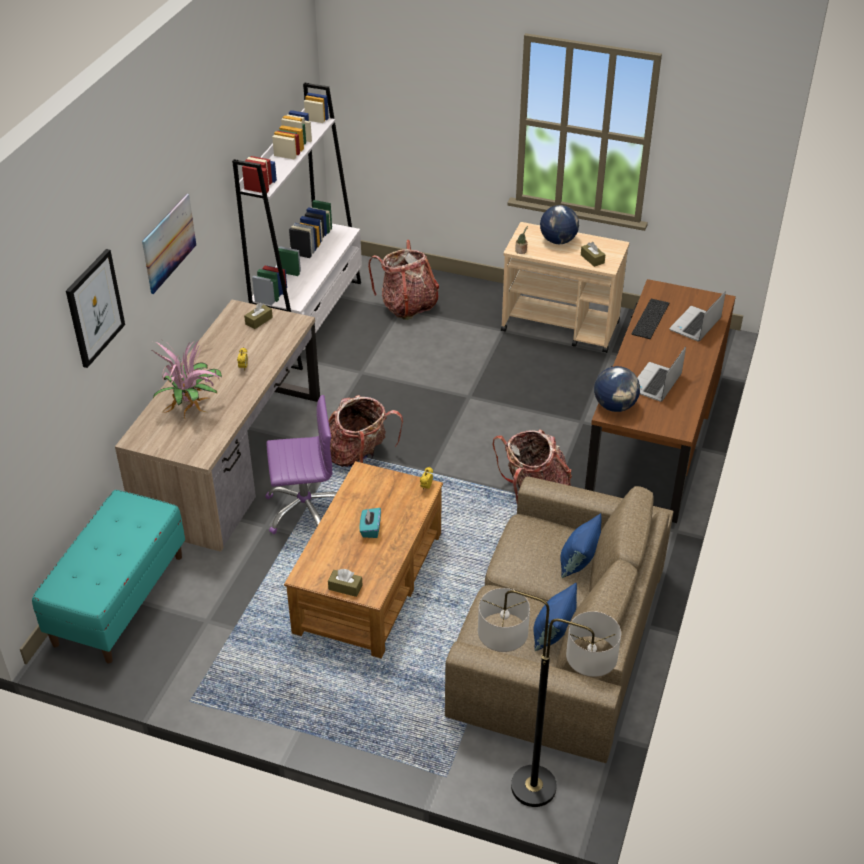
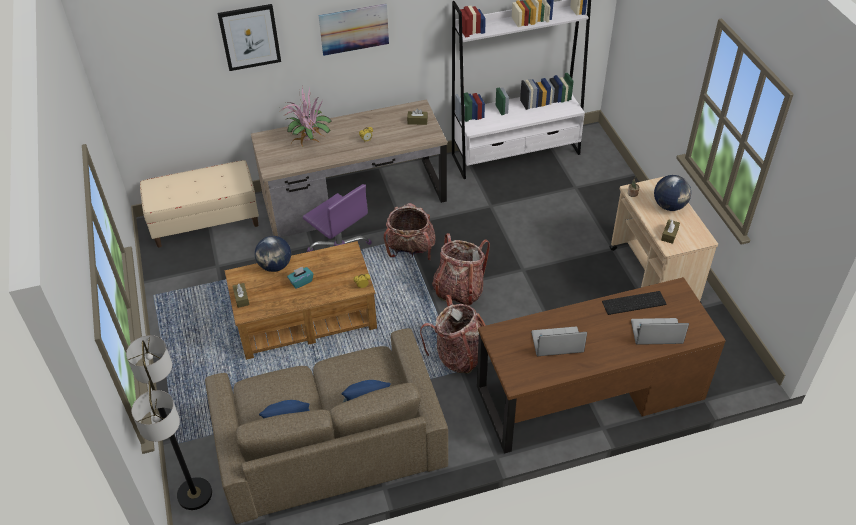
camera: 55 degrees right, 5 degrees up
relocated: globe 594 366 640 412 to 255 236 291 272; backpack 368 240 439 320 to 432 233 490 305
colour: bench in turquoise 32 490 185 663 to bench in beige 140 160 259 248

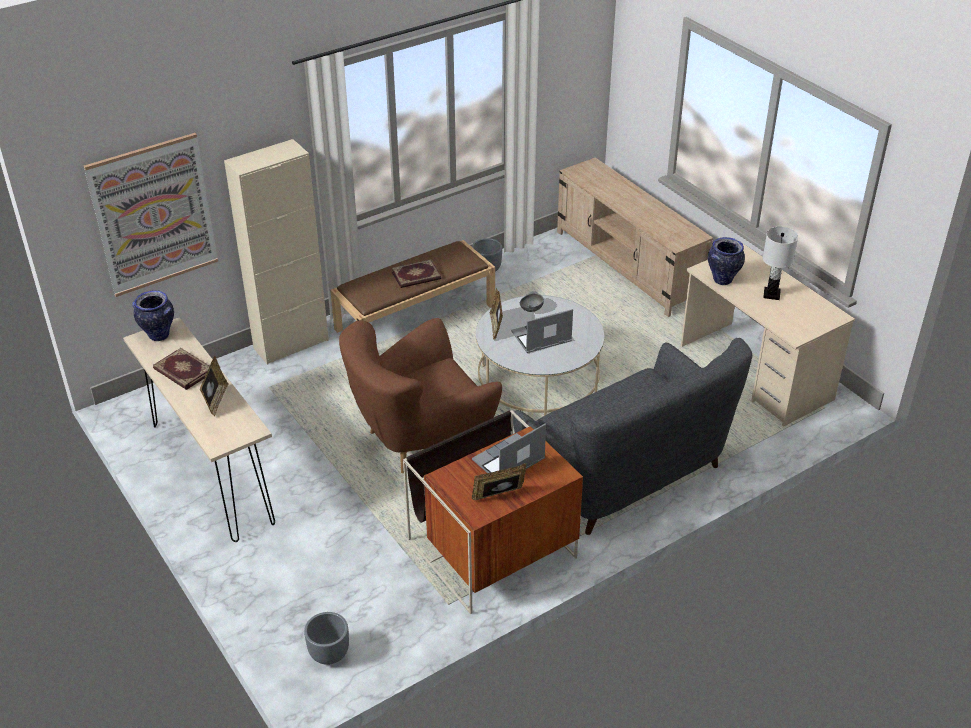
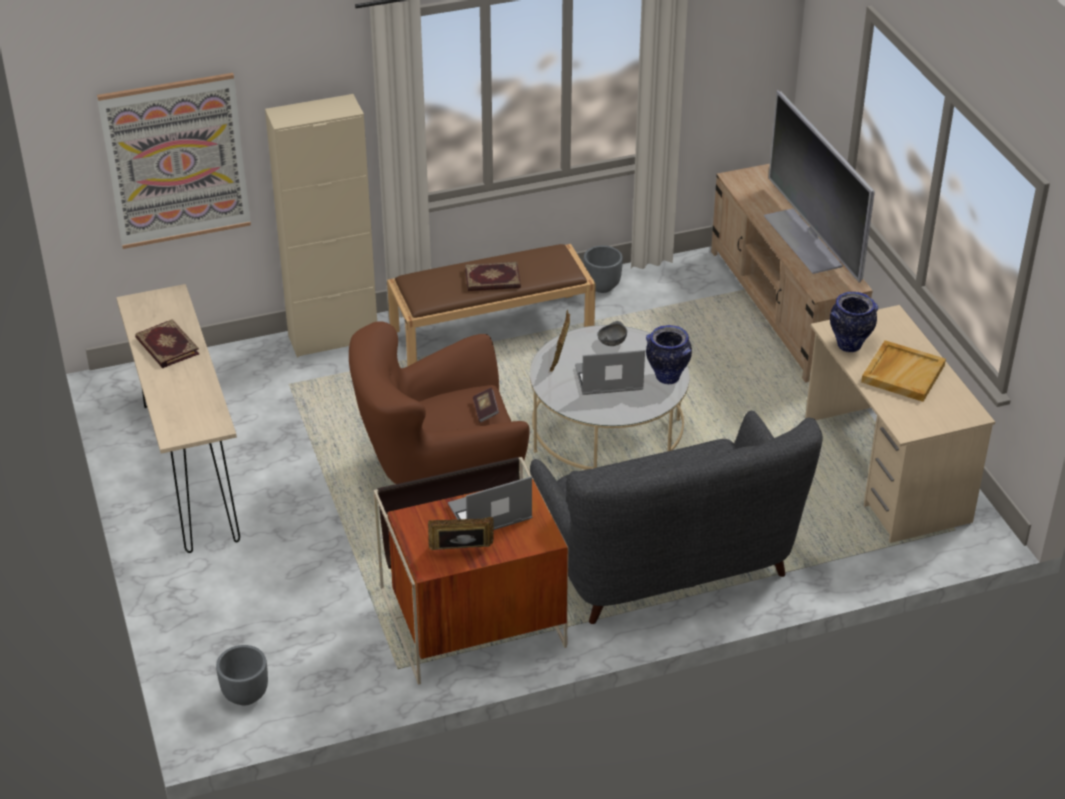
camera: 15 degrees right, 0 degrees up
missing: picture frame 200 356 229 416
appeared: book 473 387 499 423; television 764 90 875 283
relocated: vase 132 291 174 341 to 646 325 692 384
exchanged: table lamp in white 763 227 798 300 to tray in beige 861 340 946 402

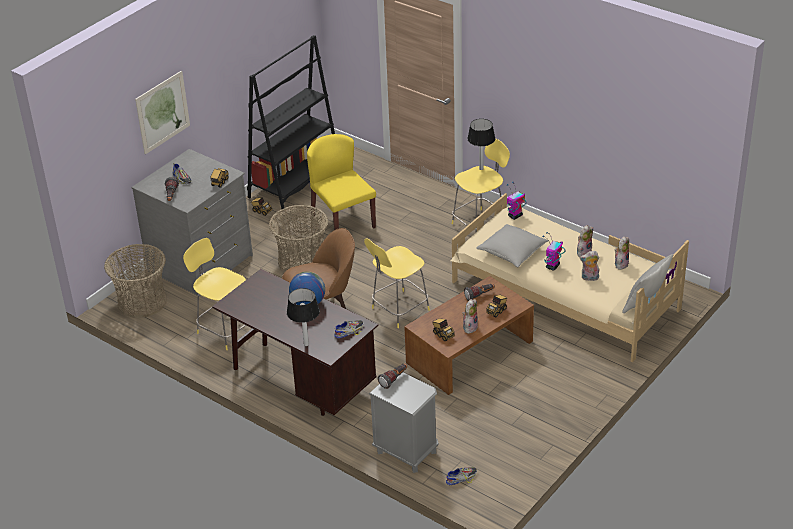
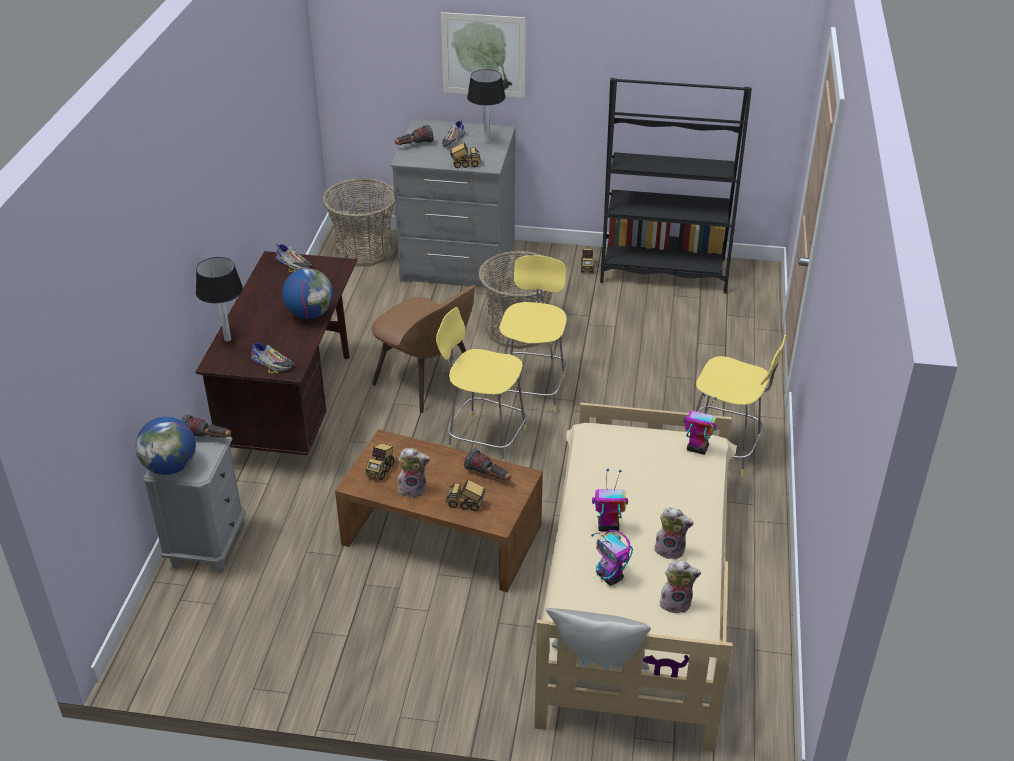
camera: 60 degrees right, 0 degrees up
missing: chair in yellow 307 134 376 230; pillow in grey 476 224 548 267
appeared: globe 136 417 196 475
relocated: shoe 446 467 477 485 to 276 244 311 272; table lamp 467 119 495 170 to 467 69 506 144; stool in yellow 183 238 246 350 to 499 255 567 412
exchanged: plush toy 580 251 599 281 to toy robot 591 530 633 586

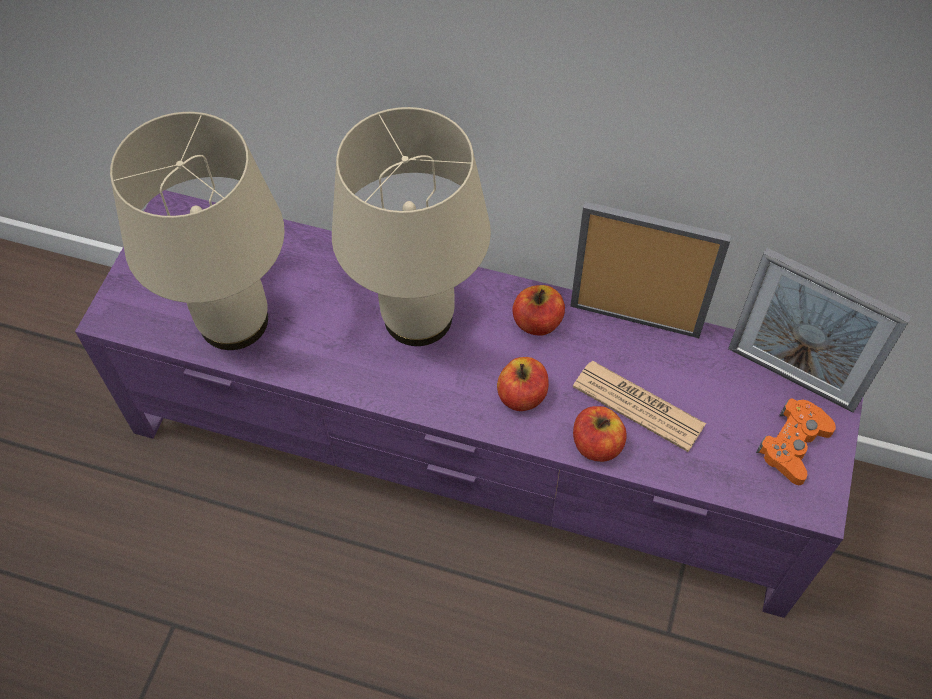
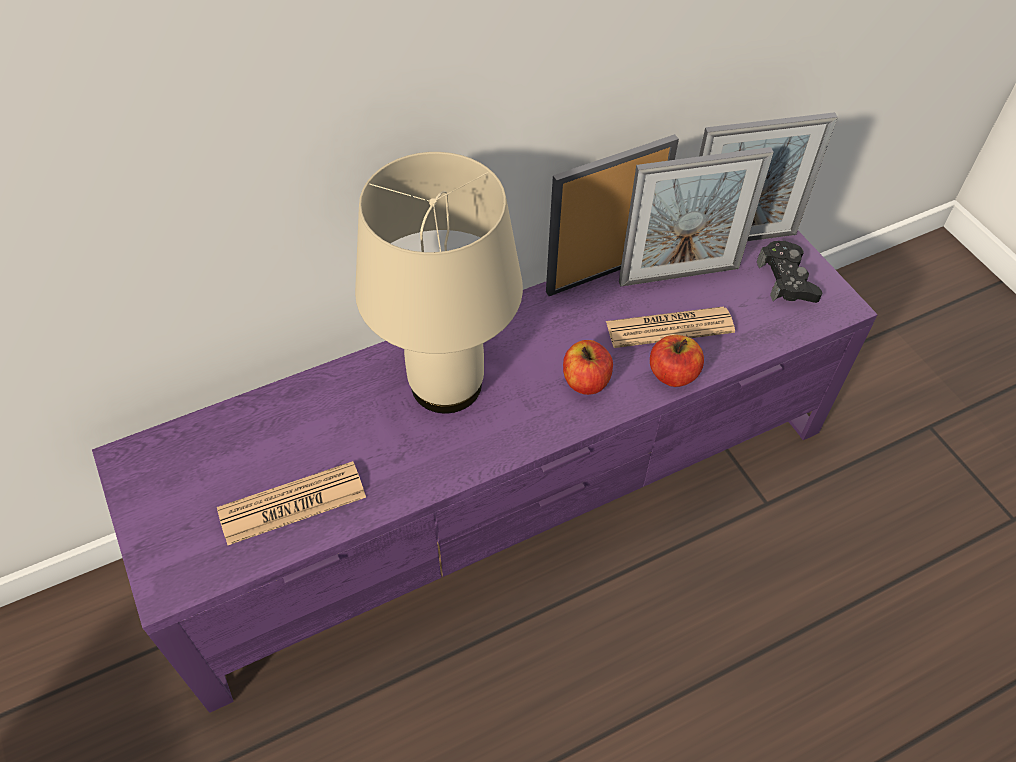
camera: 45 degrees left, 5 degrees down
missing: apple 512 285 565 336
appeared: picture frame 619 147 774 287
exchanged: table lamp in beige 110 112 285 350 to newspaper 217 461 366 545
colour: game controller in orange 756 398 836 485 to game controller in black 757 241 822 303

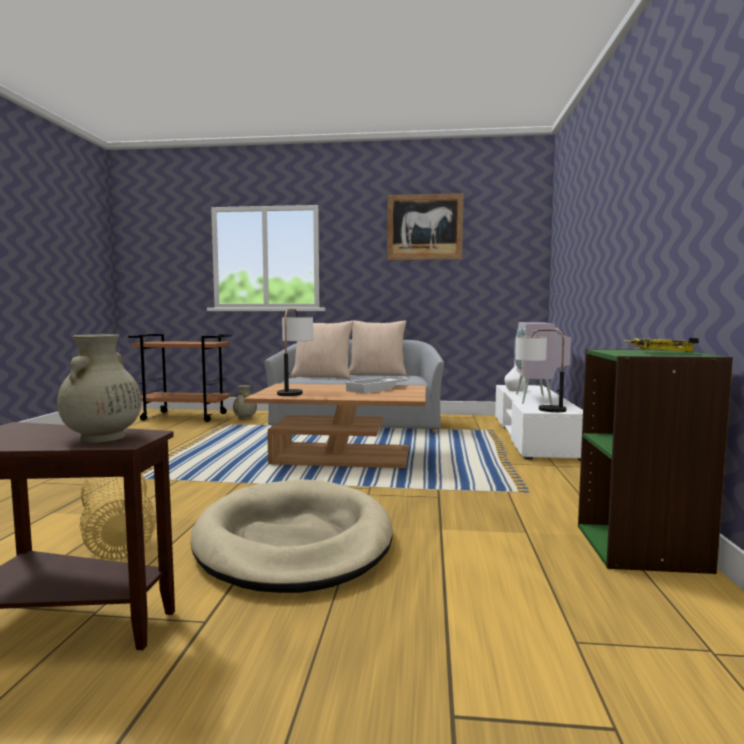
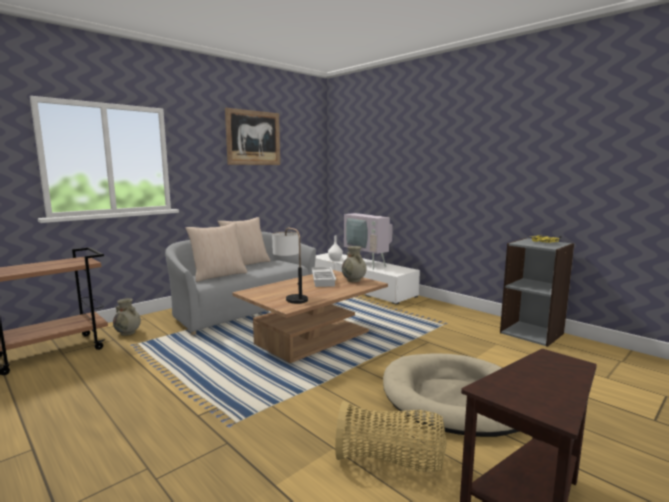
camera: 50 degrees left, 5 degrees up
missing: table lamp 515 329 566 412
relocated: vase in beige 57 334 142 443 to 342 246 366 282
colour: bookcase in green 578 349 733 574 to bookcase in grey 500 238 574 347

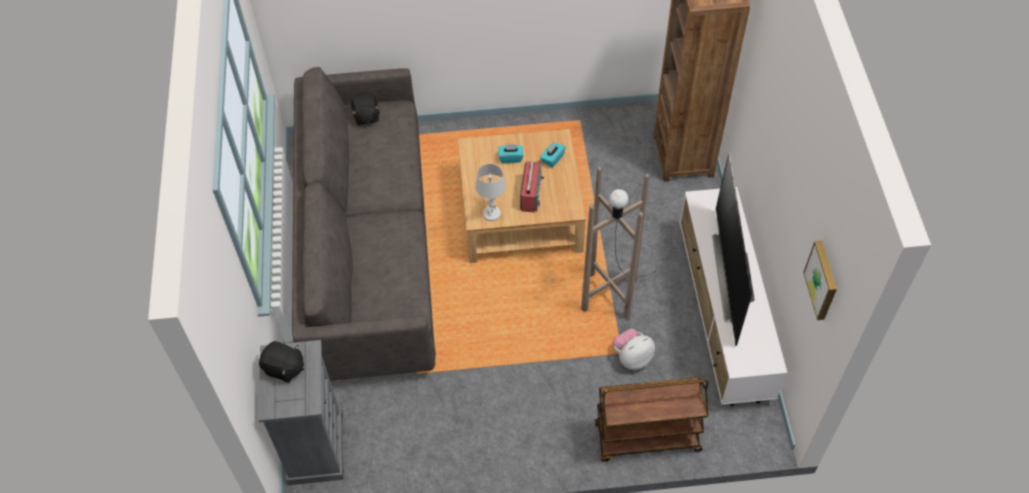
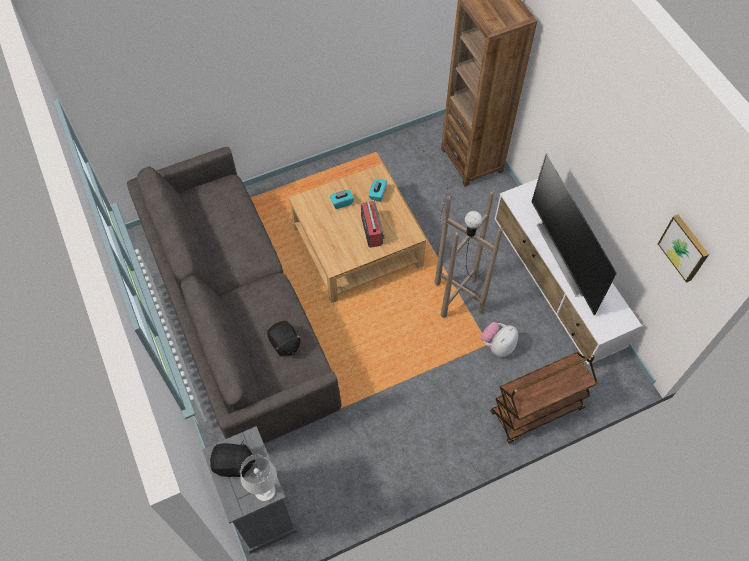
camera: 20 degrees left, 5 degrees up
relocated: table lamp in white 475 164 506 221 to 240 455 277 502; plush toy in black 351 92 380 125 to 267 321 301 357

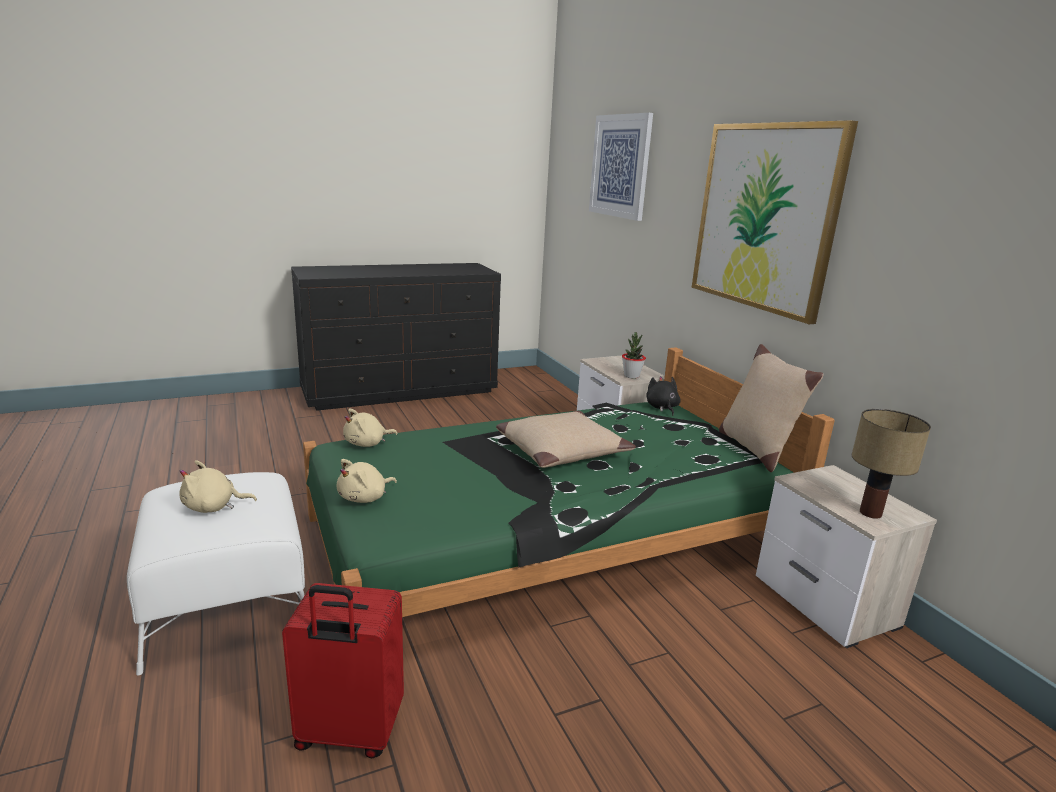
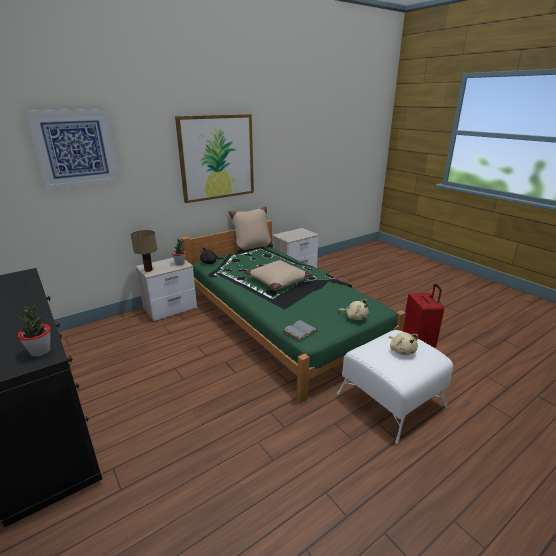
camera: 100 degrees left, 5 degrees up
appeared: potted plant 18 305 50 357
relocated: table lamp 852 409 931 519 to 131 230 157 272
exchanged: plush toy in beige 343 409 398 447 to book in grey 283 320 318 341

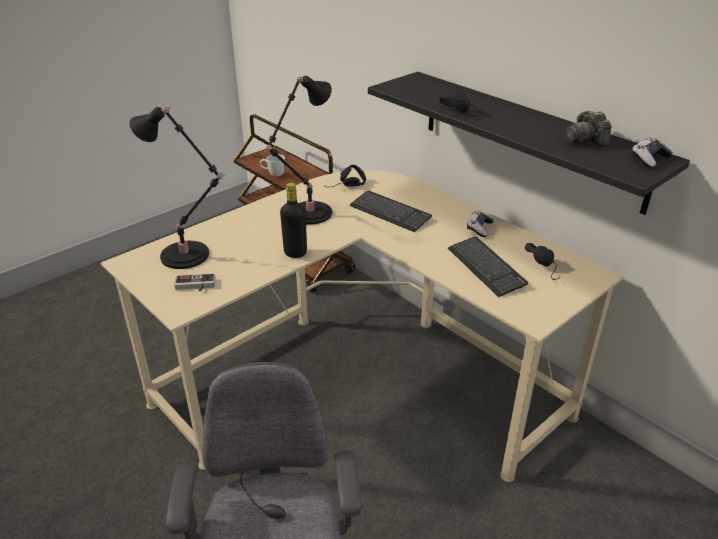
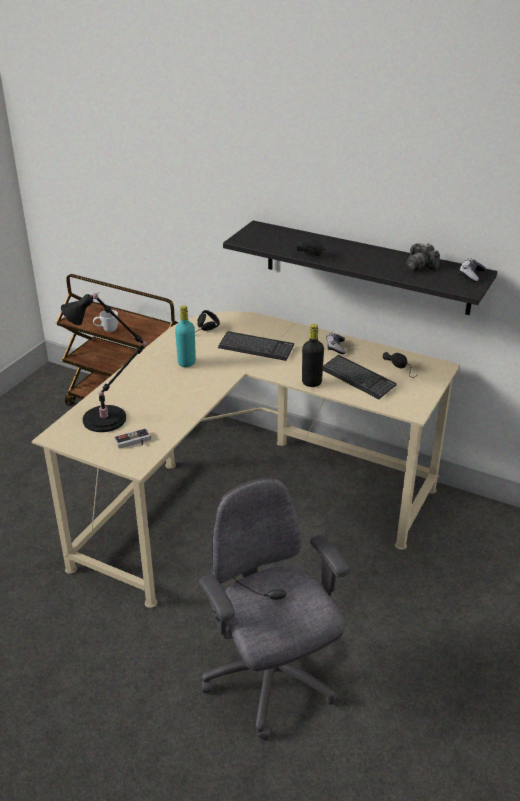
camera: 20 degrees left, 0 degrees up
relocated: bottle in black 280 183 307 258 to 302 324 324 387
exchanged: table lamp in black 266 76 332 225 to bottle in turquoise 175 305 196 367

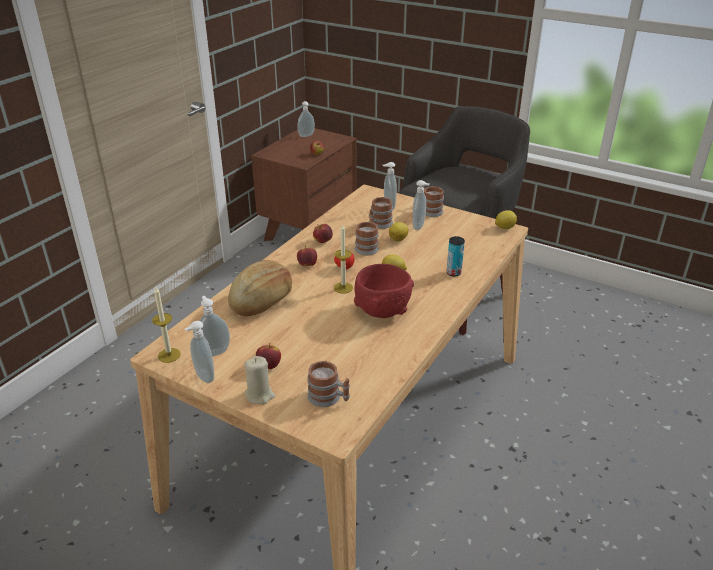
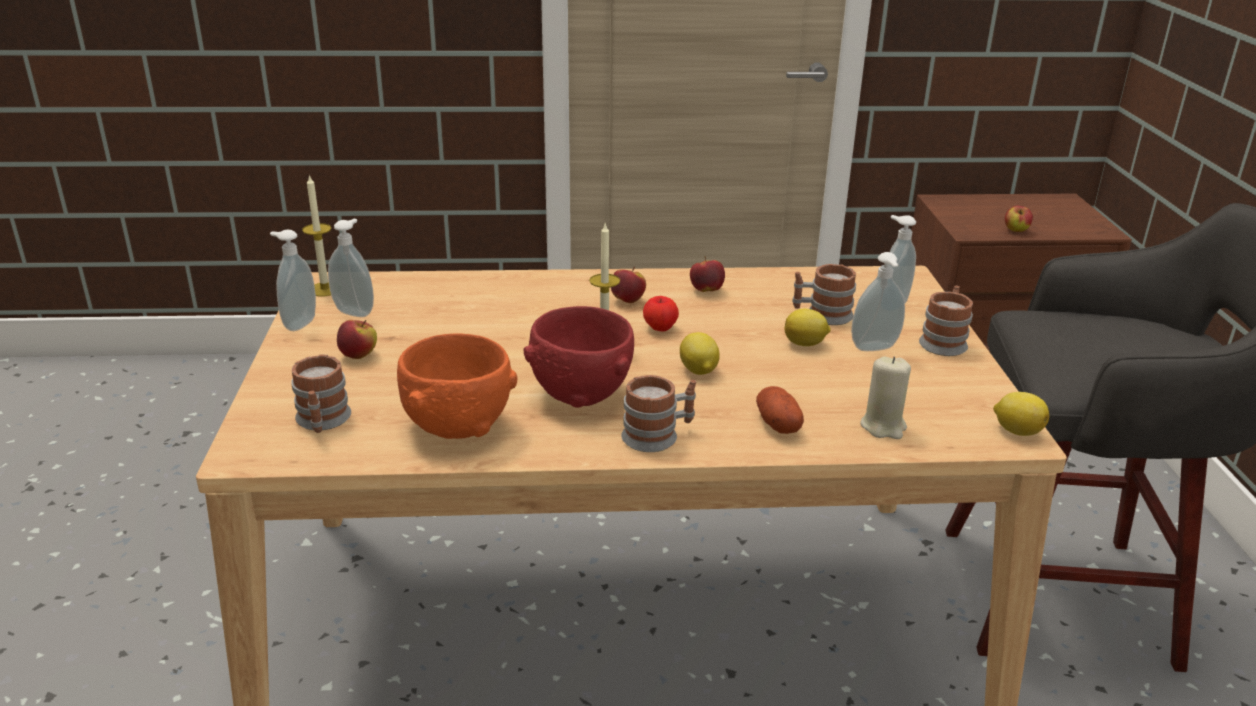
camera: 55 degrees right, 5 degrees down
missing: bread 228 260 292 316; soap dispenser 297 101 315 137
appeared: bowl in orange 397 334 517 439
relocated: mug 355 217 379 255 to 621 375 696 452; candle in beige 244 356 275 405 to 861 357 911 439
exchanged: can 447 236 465 277 to potato 756 386 804 434

